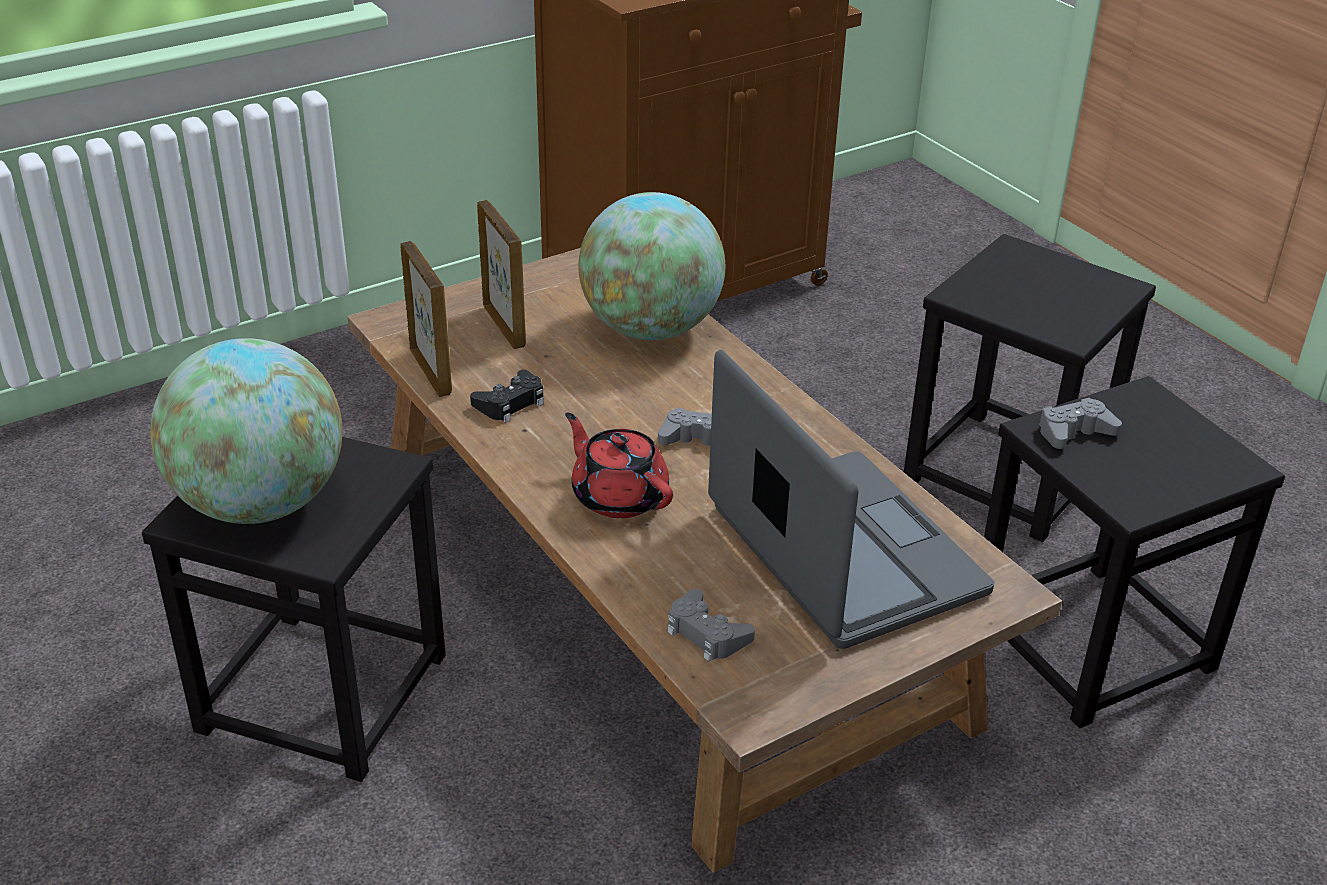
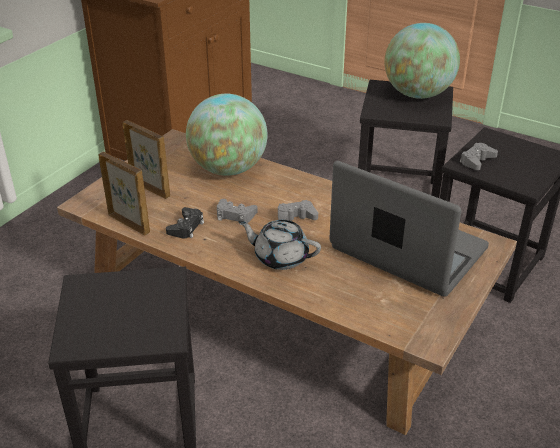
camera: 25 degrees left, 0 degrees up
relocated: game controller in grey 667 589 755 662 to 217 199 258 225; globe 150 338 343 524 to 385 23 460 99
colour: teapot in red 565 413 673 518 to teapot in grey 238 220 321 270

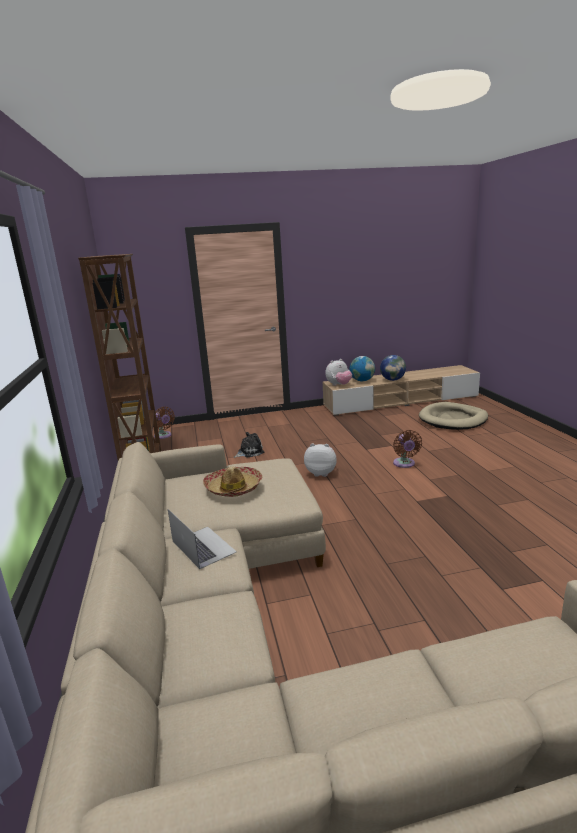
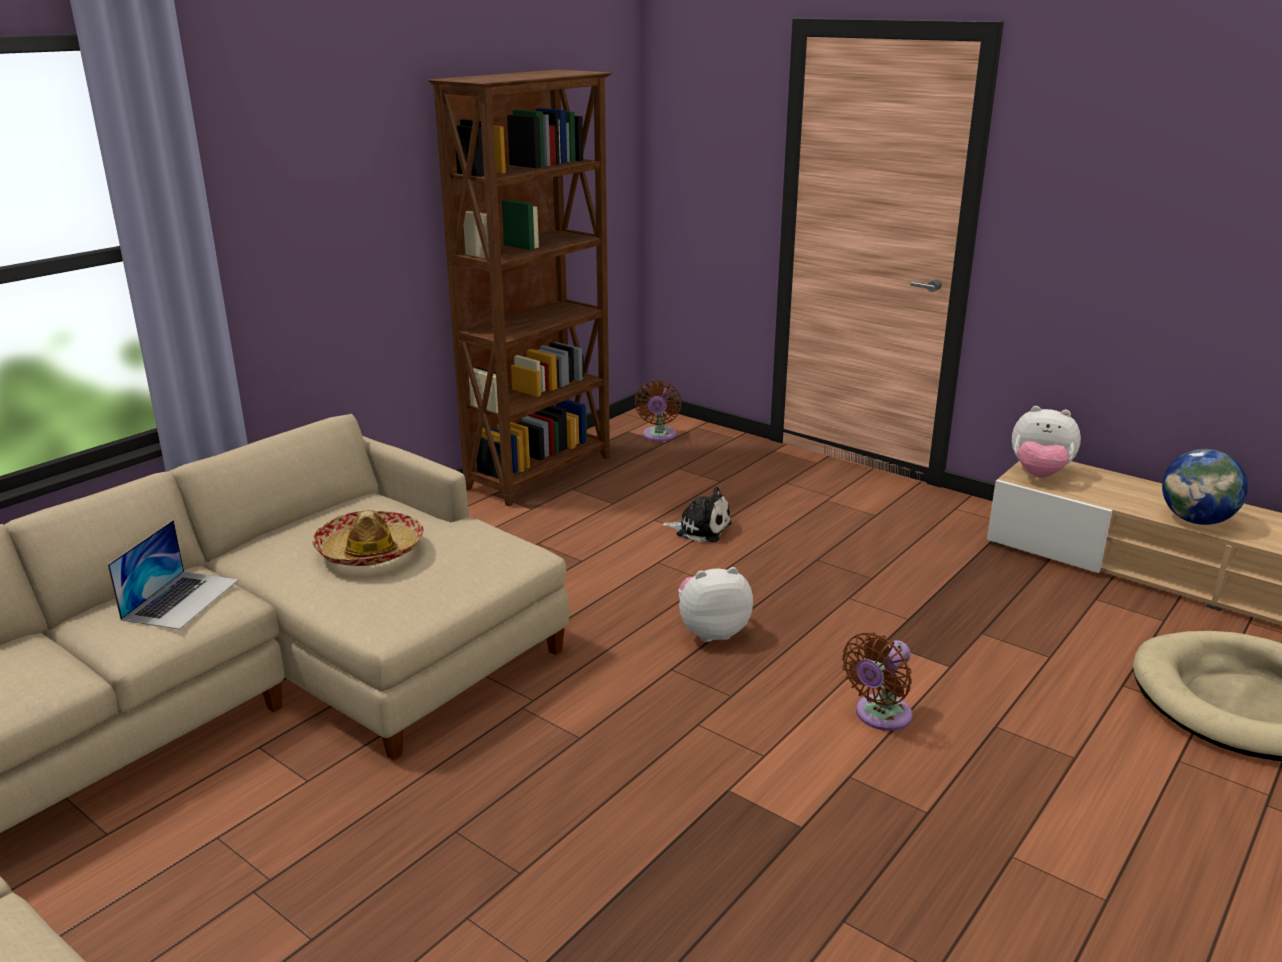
camera: 50 degrees right, 5 degrees up
missing: globe 350 356 375 381
spun: plush toy 304 443 337 477 = 678 567 753 642 75 degrees counterclockwise

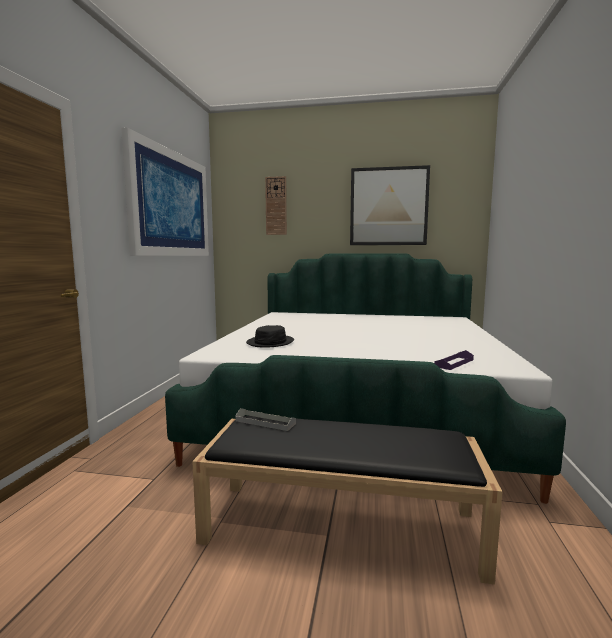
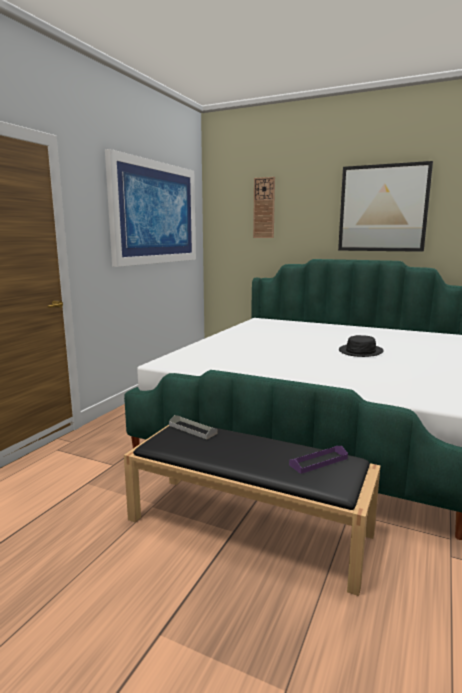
camera: 15 degrees right, 5 degrees up
relocated: tray in purple 434 350 474 370 to 289 446 348 474; hat in black 246 325 294 348 to 339 335 384 357

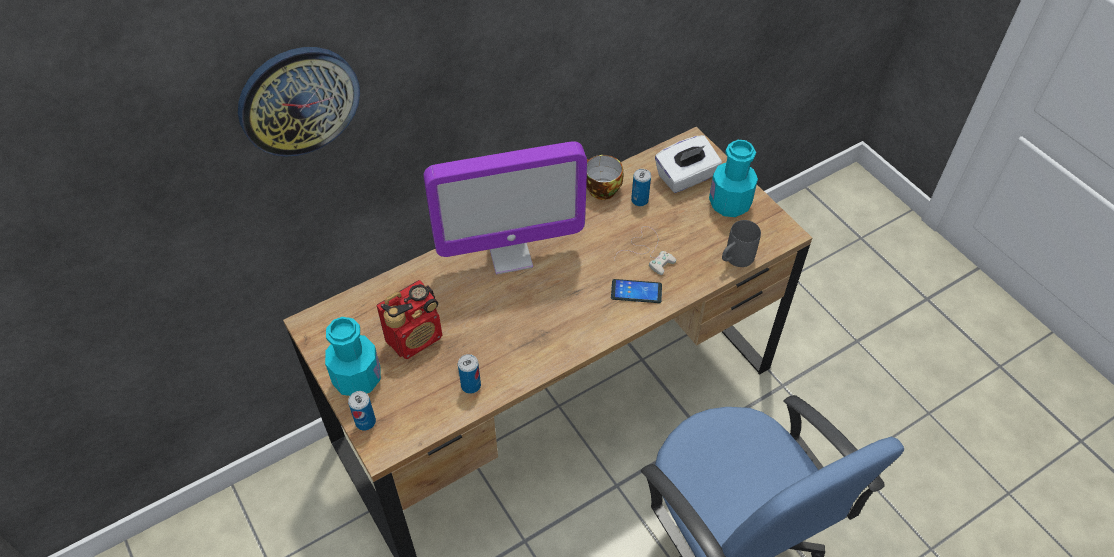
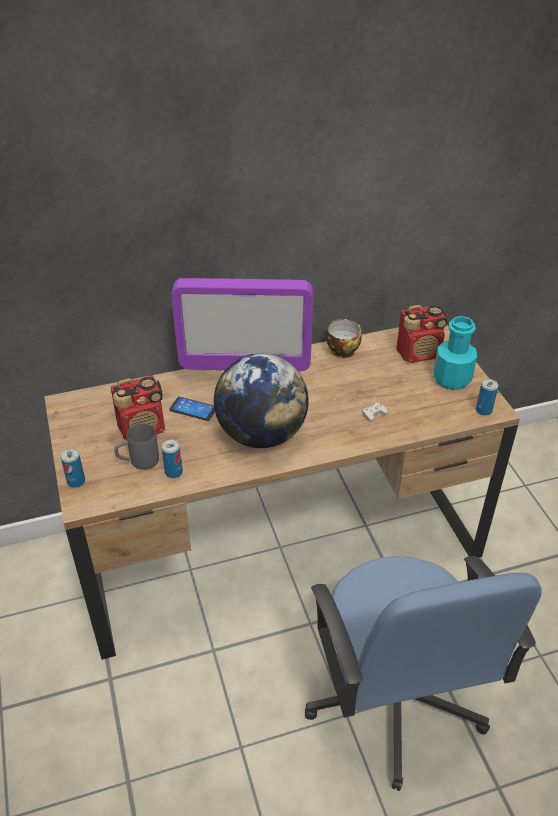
camera: 15 degrees right, 10 degrees down
missing: wall clock 238 47 360 157; bottle in turquoise 325 317 381 396
appeared: globe 214 353 309 448
relocated: mug in grey 722 220 761 267 to 114 423 159 470; phone 611 279 662 303 to 169 397 215 421; can 631 169 651 206 to 476 379 498 416
exchanged: tissue box in white 655 135 722 193 to radio 396 305 447 363

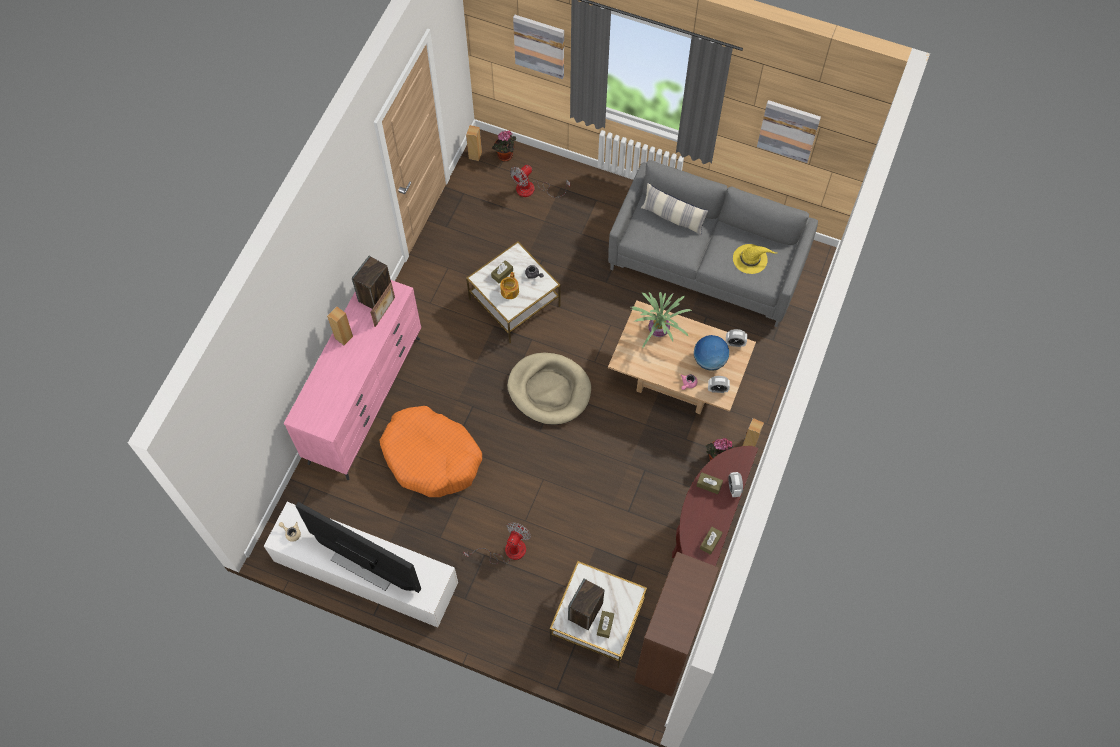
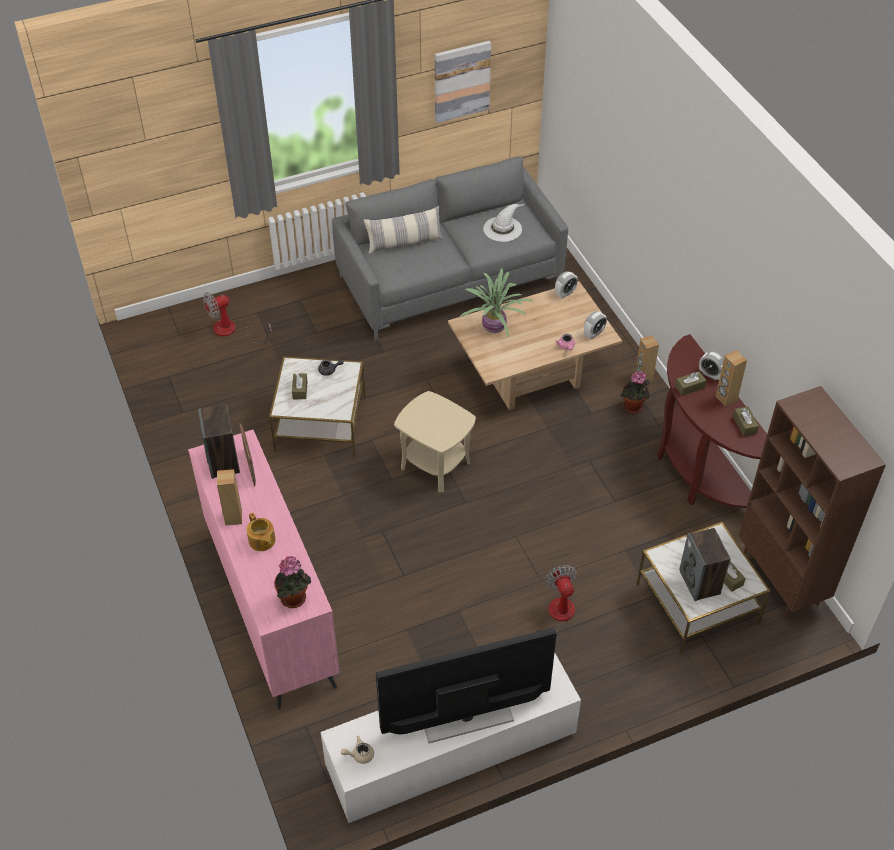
camera: 45 degrees left, 15 degrees down
missing: dog bed in orange 380 406 482 497; picture 513 15 564 79; globe 694 335 729 371
relocated: teapot 500 272 519 299 to 247 513 276 551; potted plant 492 131 516 161 to 274 556 311 608; speaker in brown 466 125 482 161 to 716 350 747 407
exchanged: dog bed in beige 507 353 591 425 to side table in beige 394 391 476 492
colour: hat in yellow 733 244 776 274 to hat in white 483 204 524 242
spun: fan 510 165 570 198 = 203 292 272 344 60 degrees clockwise

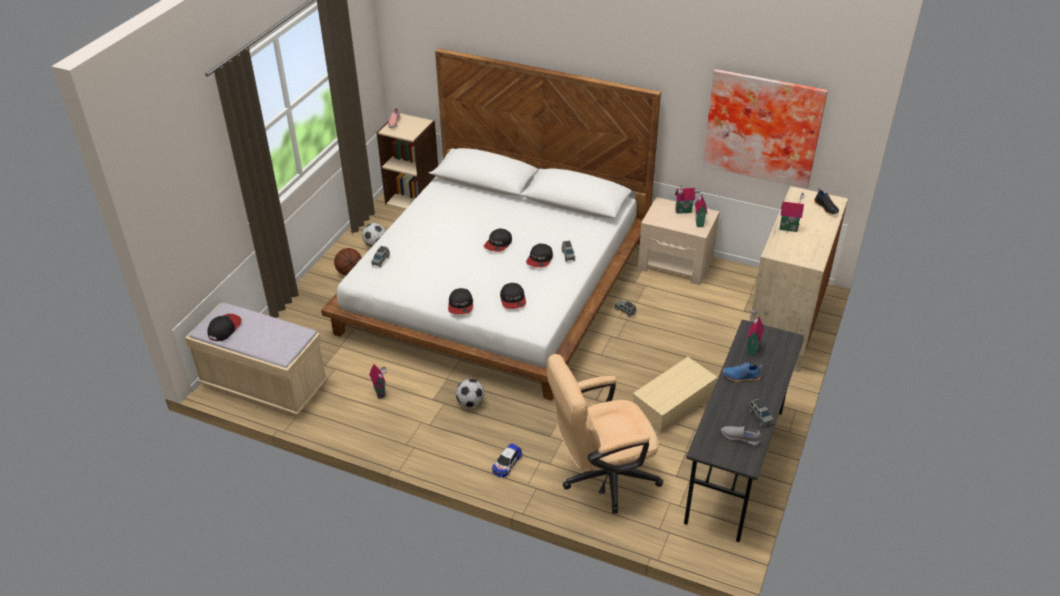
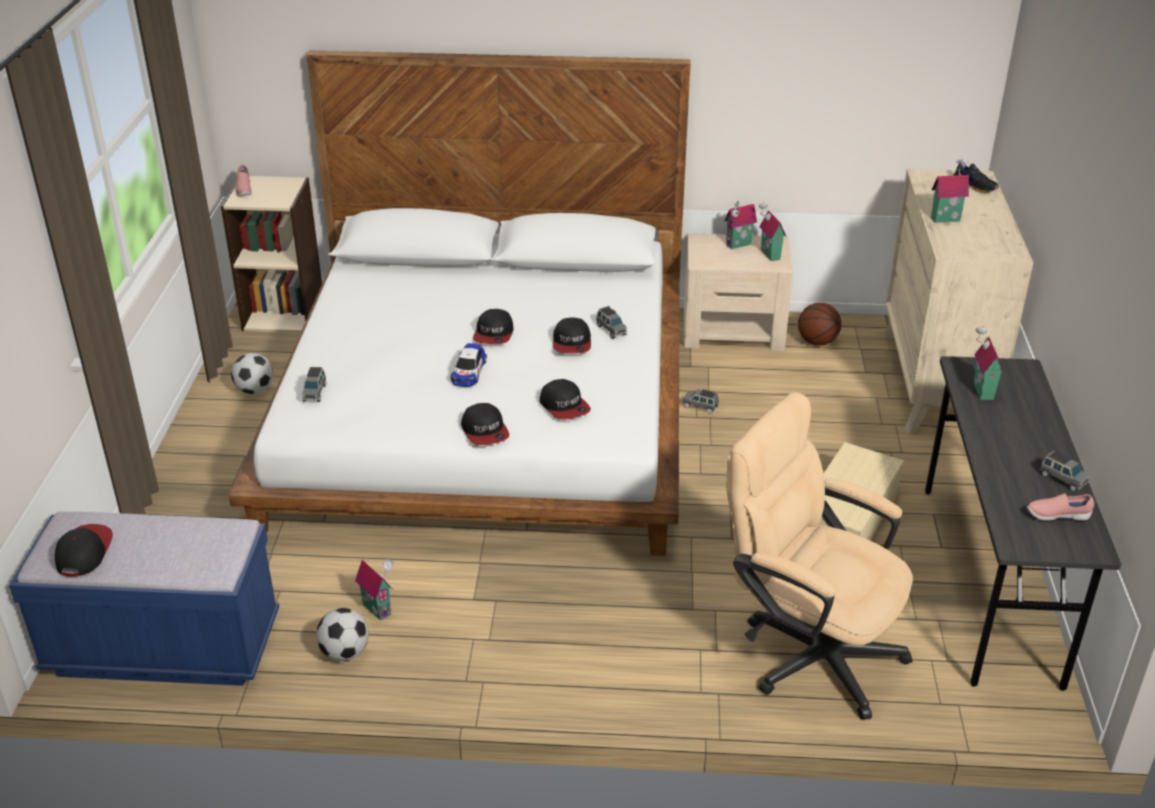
camera: 20 degrees left, 5 degrees down
missing: picture 702 69 828 189; shoe in blue 722 363 762 382
relocated: football 456 379 484 408 to 316 608 369 661; toy car 492 443 522 477 to 451 343 487 387; basketball 334 248 362 276 to 798 303 841 346
colour: bench in beige 185 303 328 417 to bench in blue 9 512 279 686; shoe in grey 721 426 761 445 to shoe in pink 1027 493 1094 521
spun: office chair in beige 547 354 663 513 = 726 392 913 720 75 degrees clockwise

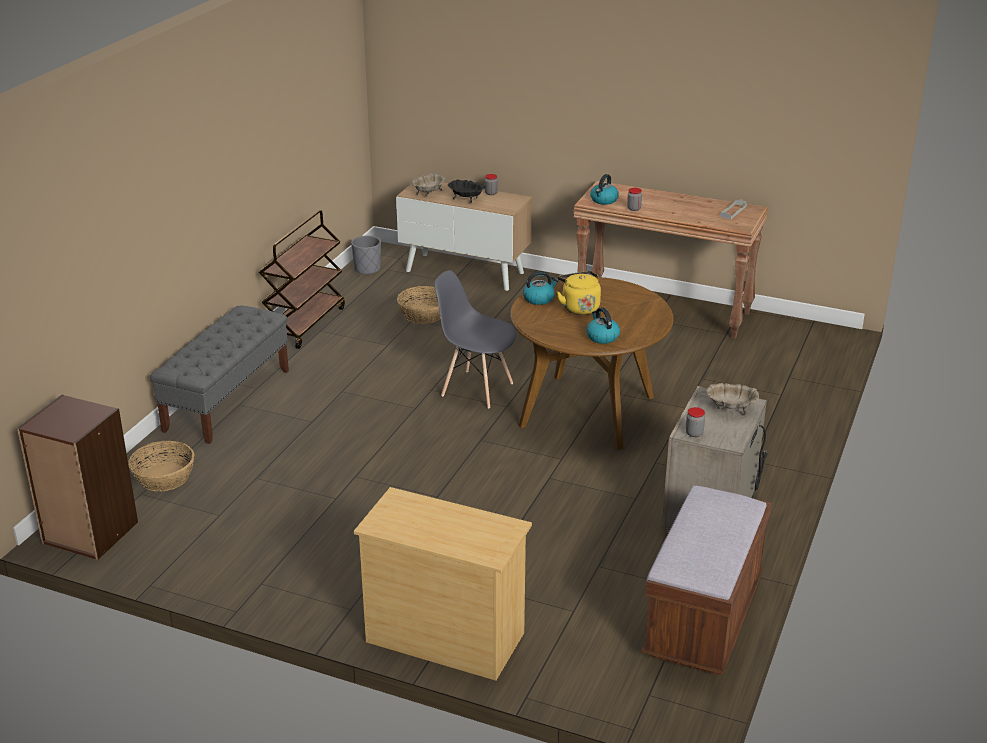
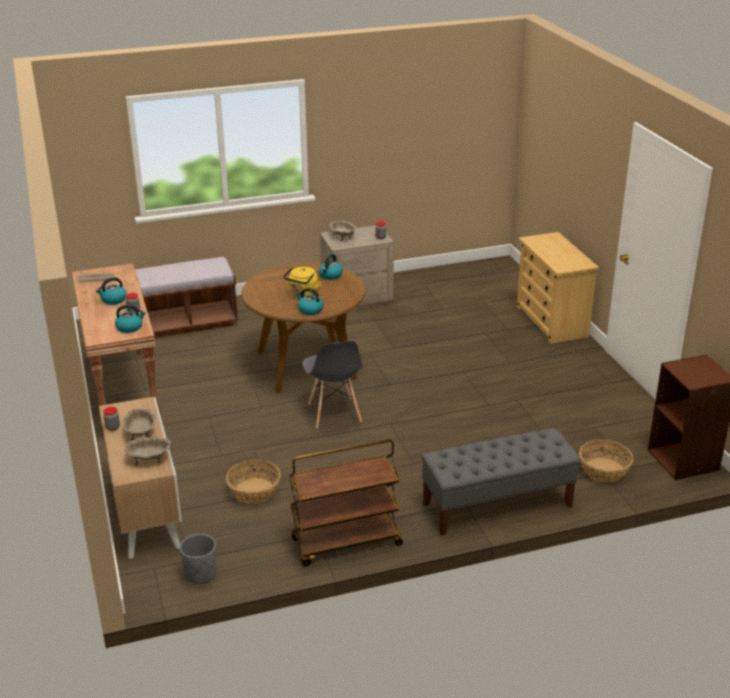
camera: 130 degrees left, 0 degrees up
appeared: kettle 96 277 127 305
relocated: bench in brown 642 485 772 676 to 135 257 239 338
colour: bowl in black 448 179 486 203 to bowl in beige 122 409 156 441

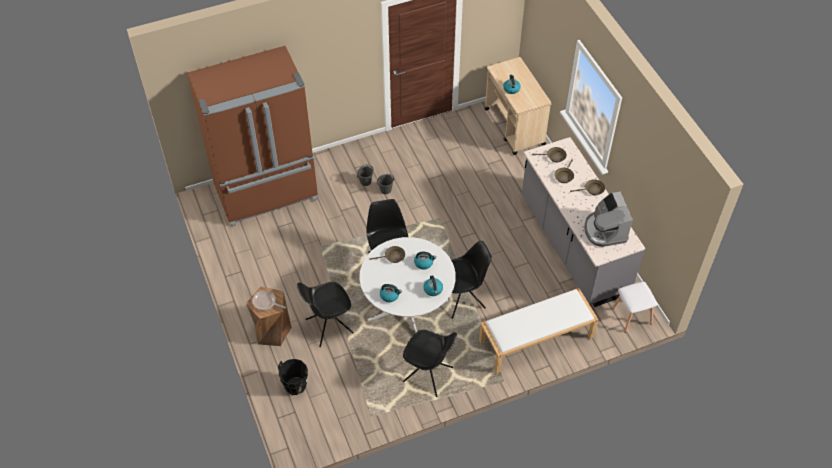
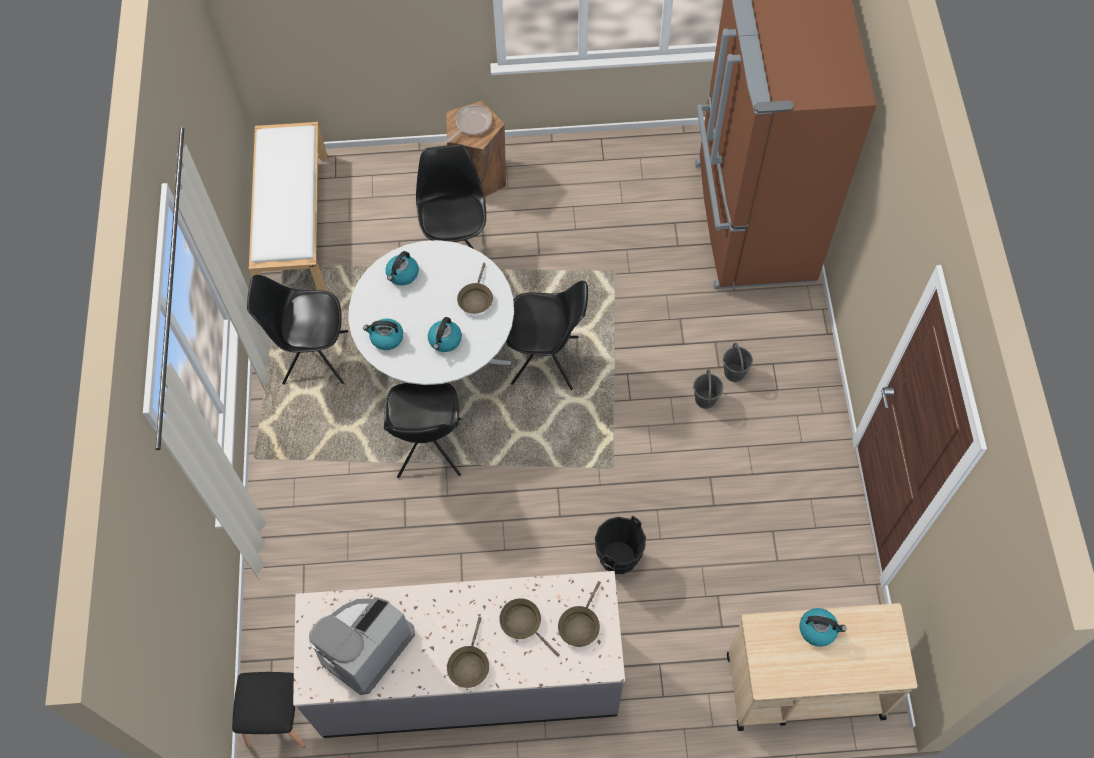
camera: 110 degrees right, 10 degrees up
relocated: bench in white 479 288 599 373 to 249 122 327 291; bucket in black 278 359 308 395 to 595 516 646 574
colour: stool in white 612 282 657 333 to stool in black 232 672 305 748
spun: chair in black 403 330 457 397 = 247 275 348 385 45 degrees clockwise; coffee machine 584 192 633 247 = 309 597 415 695 60 degrees counterclockwise

